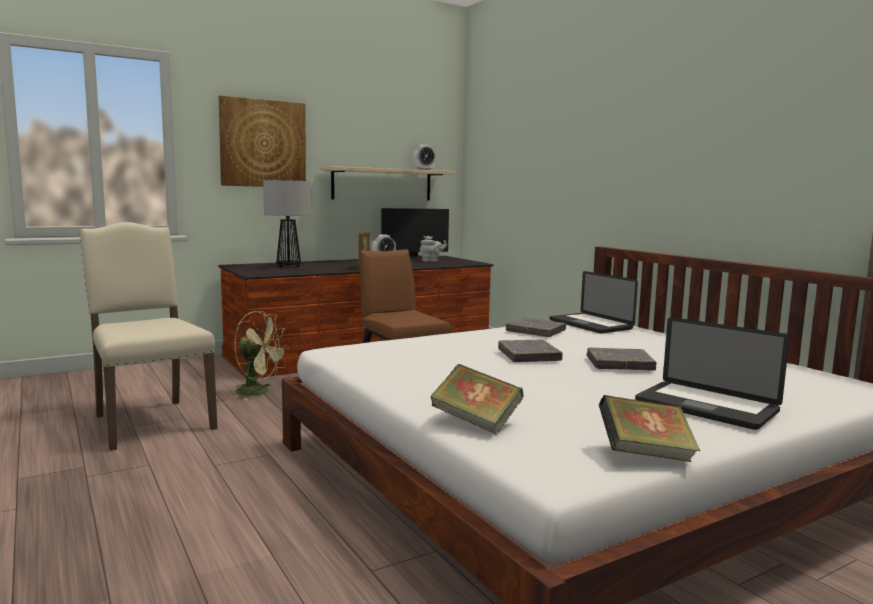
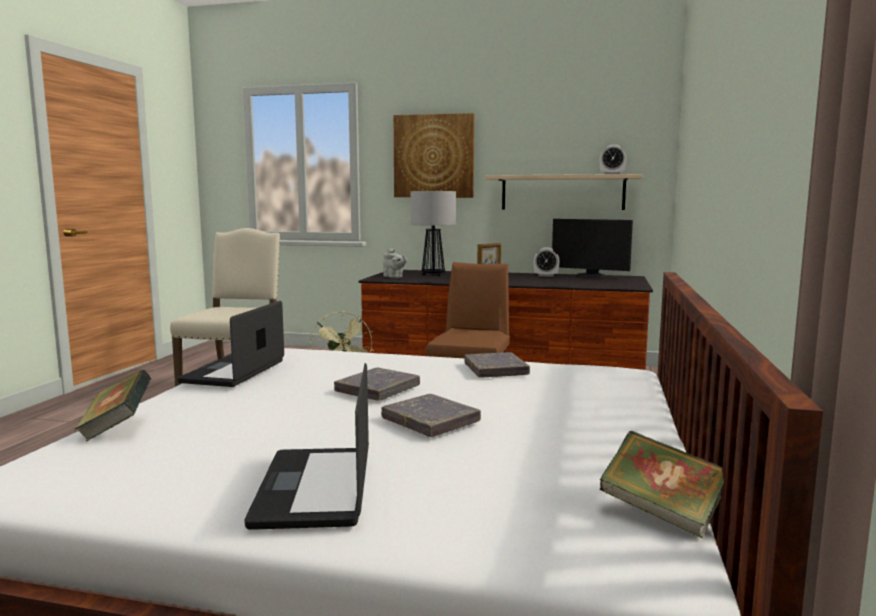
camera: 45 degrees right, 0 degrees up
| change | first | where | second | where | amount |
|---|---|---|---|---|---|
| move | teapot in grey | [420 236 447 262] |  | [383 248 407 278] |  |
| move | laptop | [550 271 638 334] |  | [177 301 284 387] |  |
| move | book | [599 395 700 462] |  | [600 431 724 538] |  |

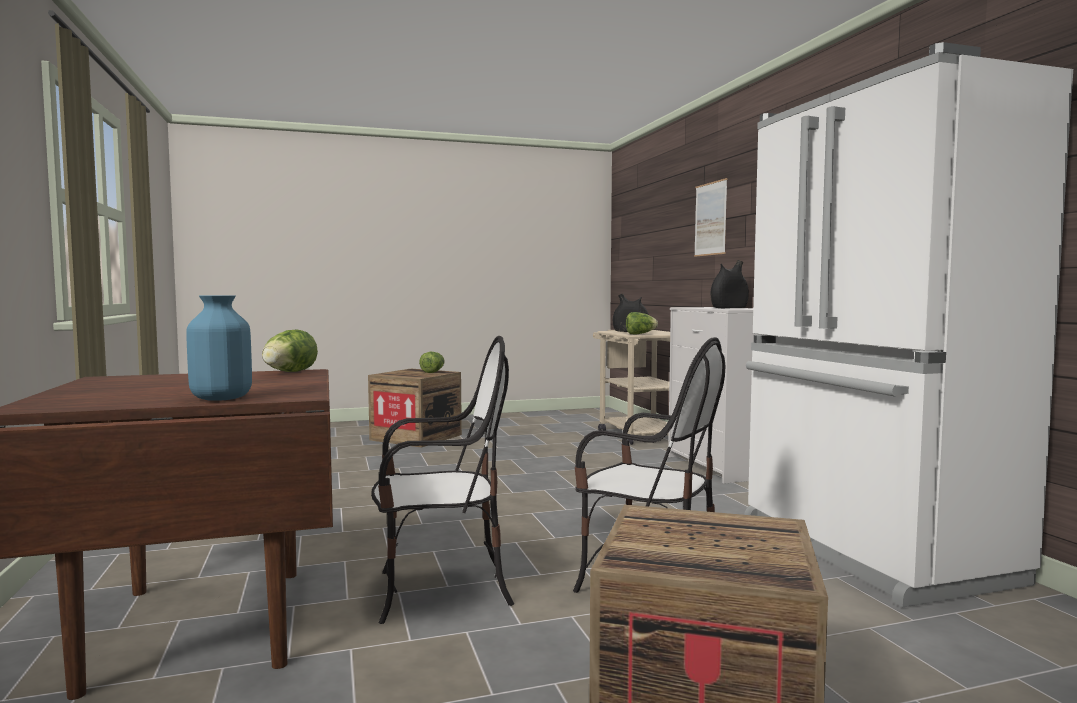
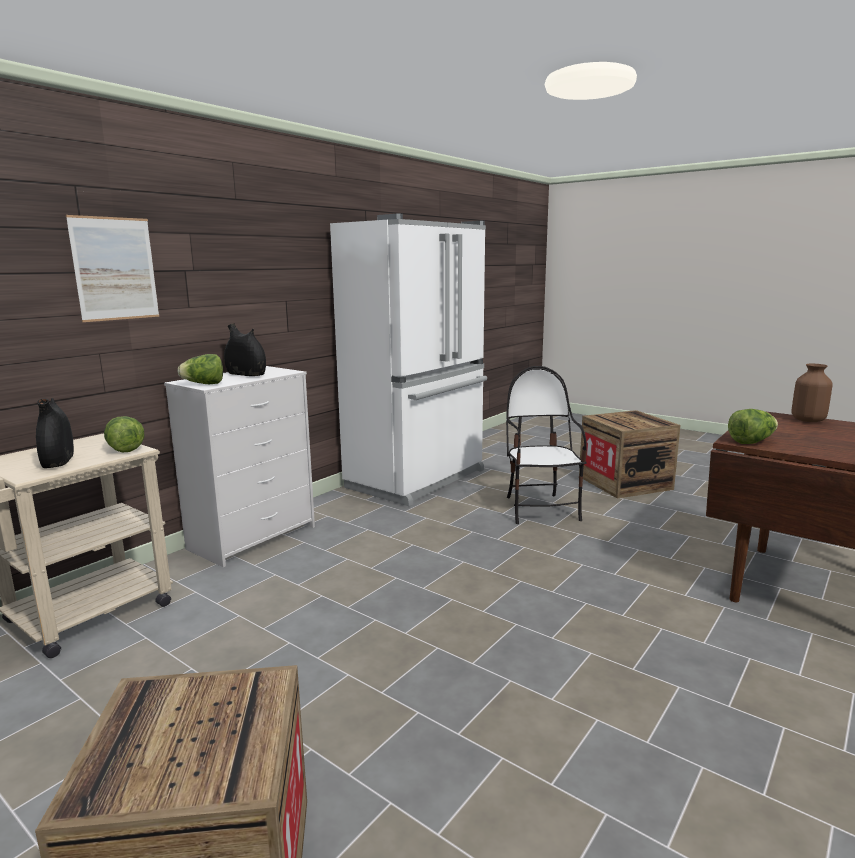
camera: 125 degrees left, 10 degrees up
| change | first | where | second | where | amount |
|---|---|---|---|---|---|
| recolor | vase in blue | [186 295 252 401] | vase in brown | [791 364 833 422] |  |
| delete | chair | [371 336 514 624] |  |  |  |
| move | lettuce | [419 352 445 373] |  | [178 354 223 384] |  |

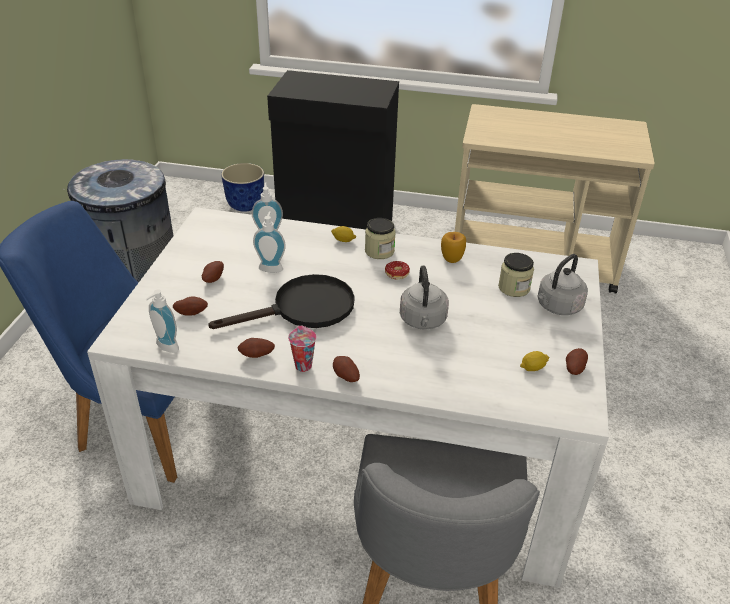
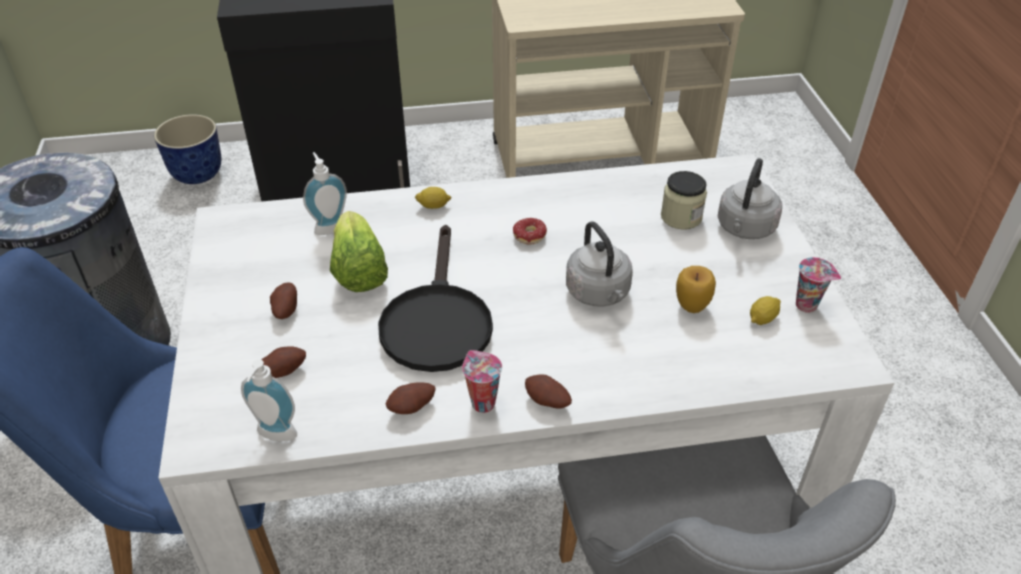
camera: 20 degrees left, 5 degrees up
| change | first | where | second | where | amount |
|---|---|---|---|---|---|
| replace | soap dispenser | [253 211 286 273] | lettuce | [330 211 388 292] |  |
| delete | jar | [365 218 396 259] |  |  |  |
| move | apple | [441 232 466 263] |  | [676 266 716 313] |  |
| rotate | frying pan in black | [208 274 354 329] |  | [378 225 493 372] | 135 degrees clockwise |
| replace | potato | [566 348 588 375] | cup | [796 257 841 313] |  |

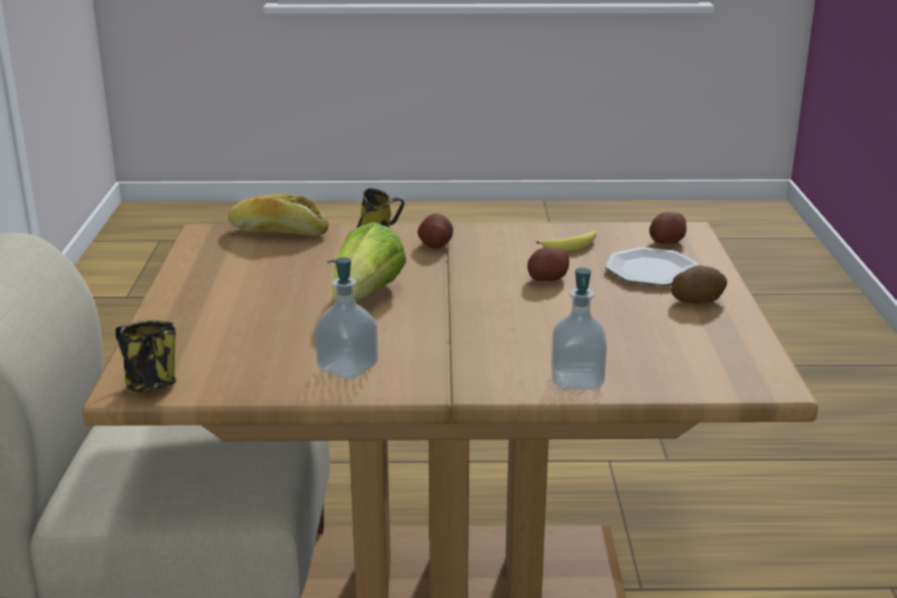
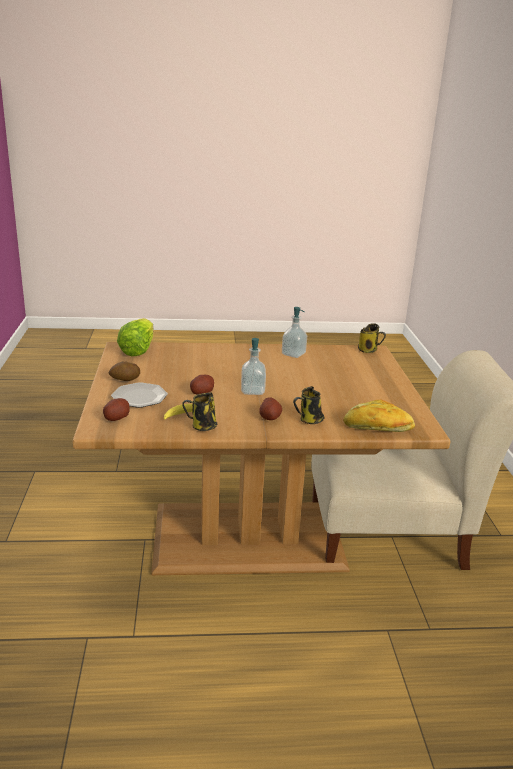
camera: 175 degrees right, 0 degrees up
| change | first | where | second | where | amount |
|---|---|---|---|---|---|
| move | lettuce | [332 222 406 302] |  | [117 318 153 356] |  |
| move | soap dispenser | [552 268 607 390] |  | [241 338 266 395] |  |
| insert |  |  | mug | [182 392 217 431] |  |

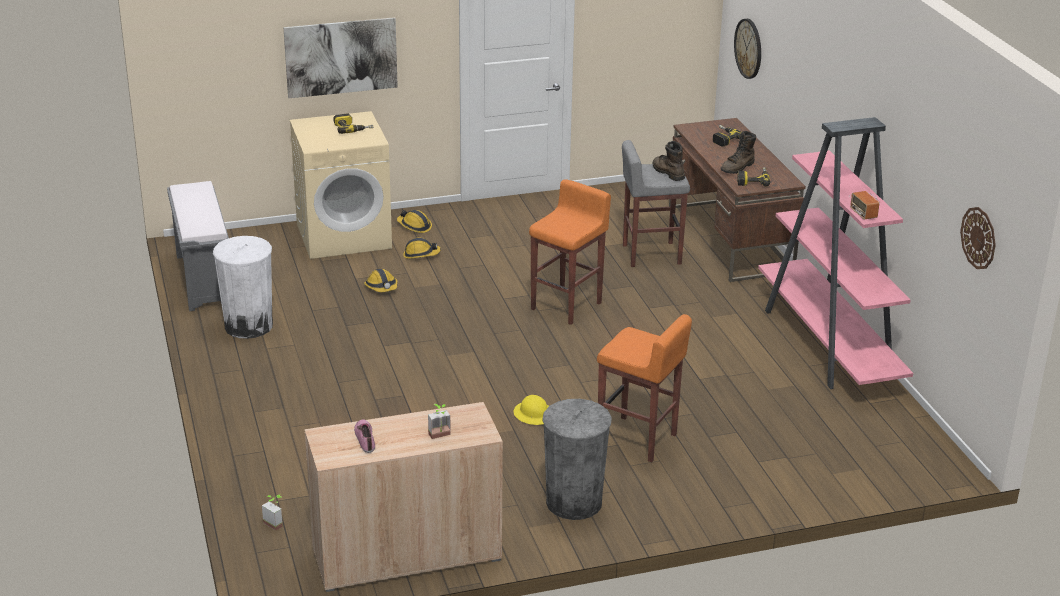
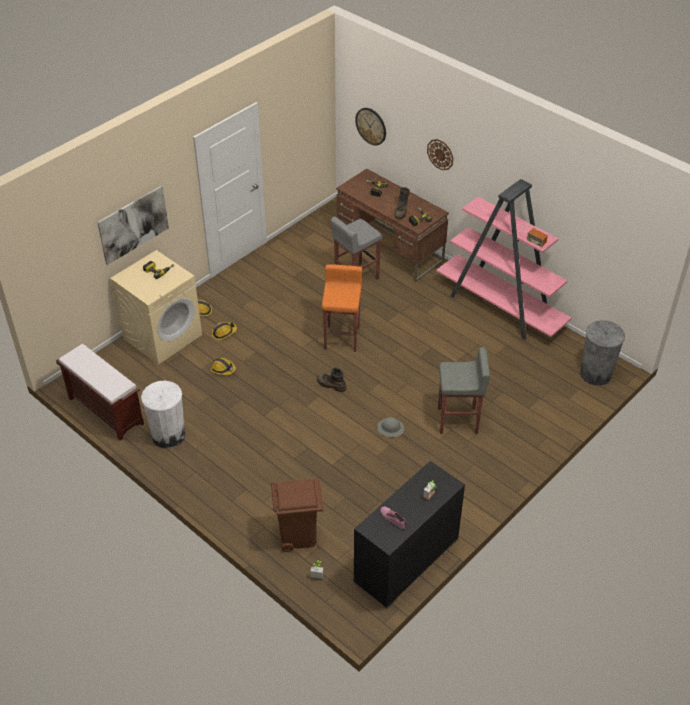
camera: 30 degrees left, 15 degrees up
| change | first | where | second | where | amount |
|---|---|---|---|---|---|
| move | boot in brown | [653 141 685 181] |  | [317 368 346 392] |  |
| recolor | bench in grey | [167 181 229 311] | bench in brown | [56 344 144 441] |  |
| move | wall clock | [960 207 996 269] |  | [427 139 453 170] |  |
| recolor | stool in orange | [597 314 692 462] | stool in grey | [438 347 490 434] |  |
| recolor | hard hat in yellow | [513 395 549 425] | hard hat in grey | [377 417 404 437] |  |
| move | trash can in grey | [542 399 612 520] |  | [580 320 625 386] |  |
| recolor | cabinet in beige | [305 402 503 592] | cabinet in black | [354 461 465 608] |  |
| insert |  |  | trash can in brown | [271 478 324 552] |  |

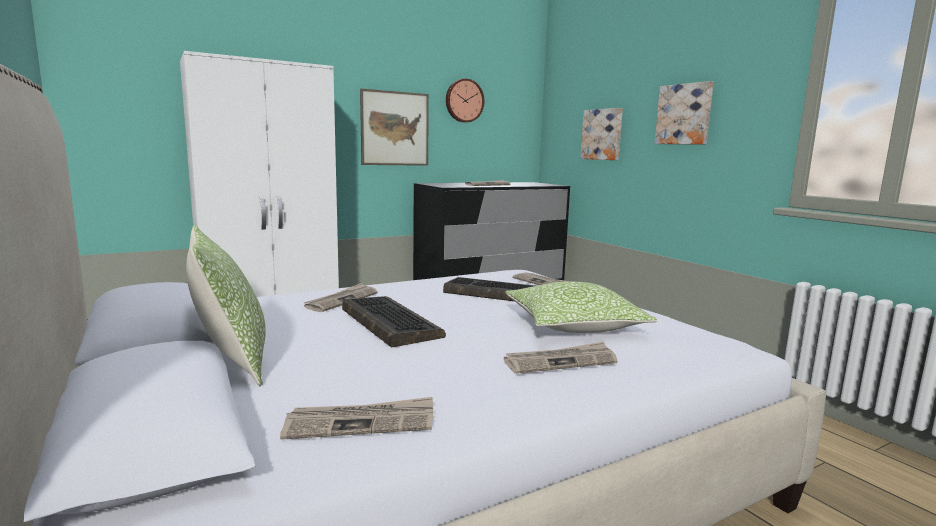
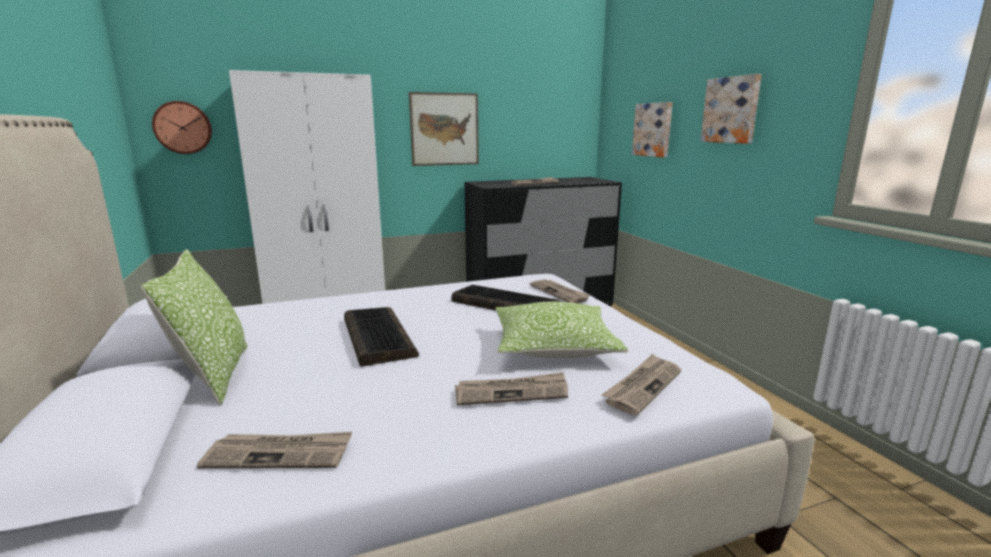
camera: 10 degrees right, 5 degrees up
| change | first | where | second | where | amount |
|---|---|---|---|---|---|
| move | wall clock | [446 79 484 123] |  | [152 101 212 154] |  |
| move | newspaper | [304 283 378 312] |  | [602 354 681 415] |  |

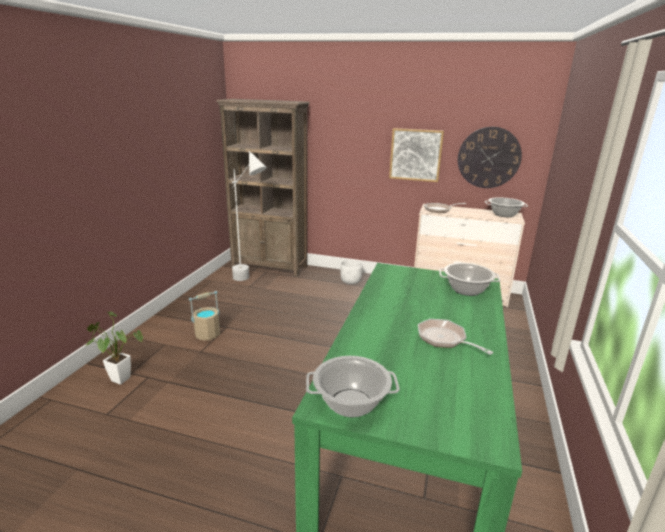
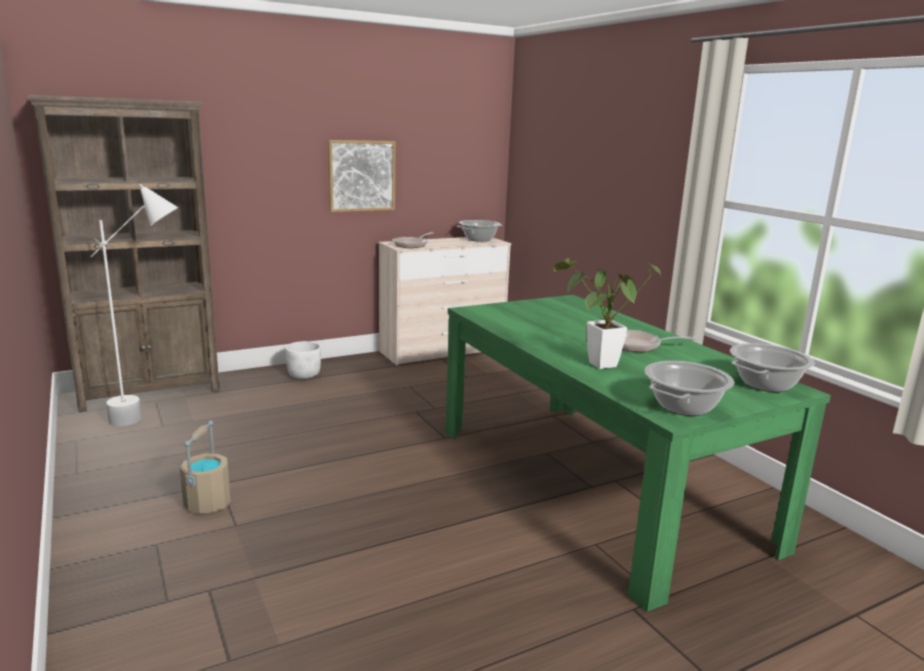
camera: 45 degrees left, 5 degrees down
| change | first | where | second | where | amount |
|---|---|---|---|---|---|
| delete | wall clock | [458 127 522 188] |  |  |  |
| move | cooking pot | [439 263 501 296] |  | [730 343 814 392] |  |
| move | potted plant | [85 311 143 384] |  | [553 258 661 369] |  |

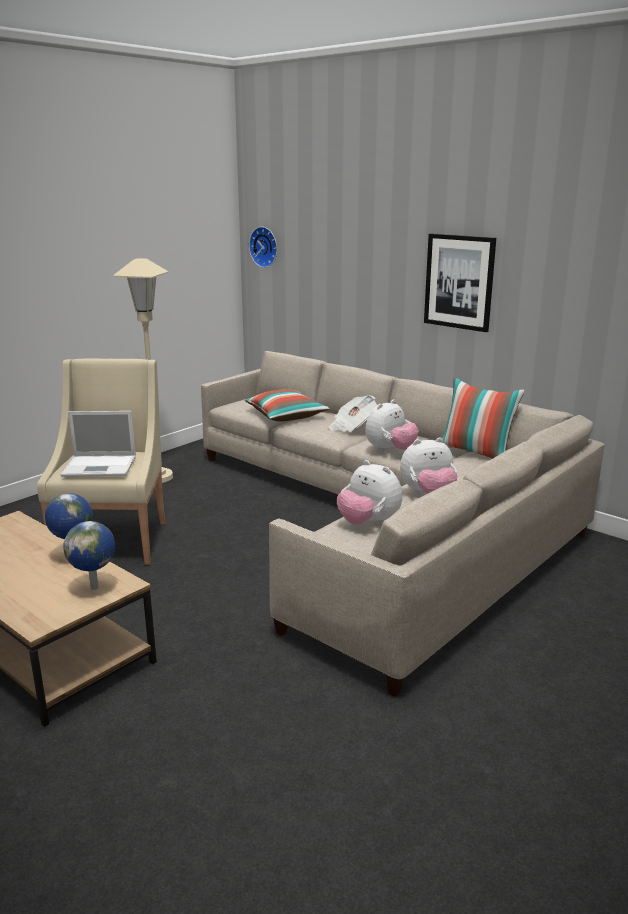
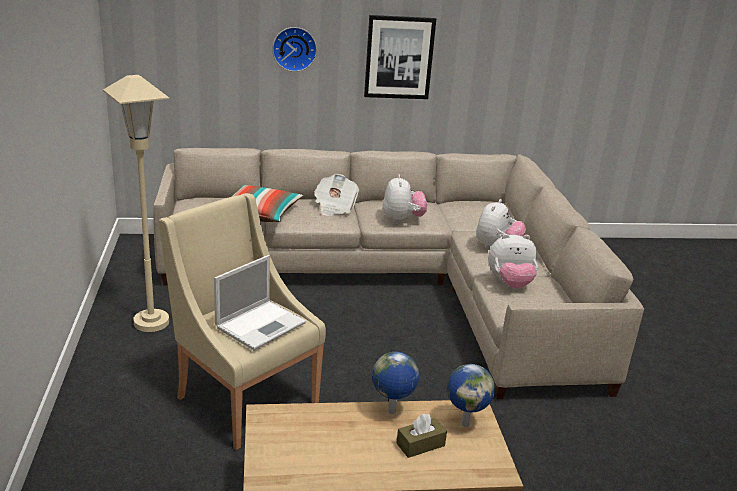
camera: 50 degrees left, 5 degrees up
| change | first | where | second | where | amount |
|---|---|---|---|---|---|
| move | wall clock | [249 227 277 268] |  | [272 27 317 72] |  |
| delete | pillow | [442 377 525 459] |  |  |  |
| insert |  |  | tissue box in brown | [396 414 447 458] |  |

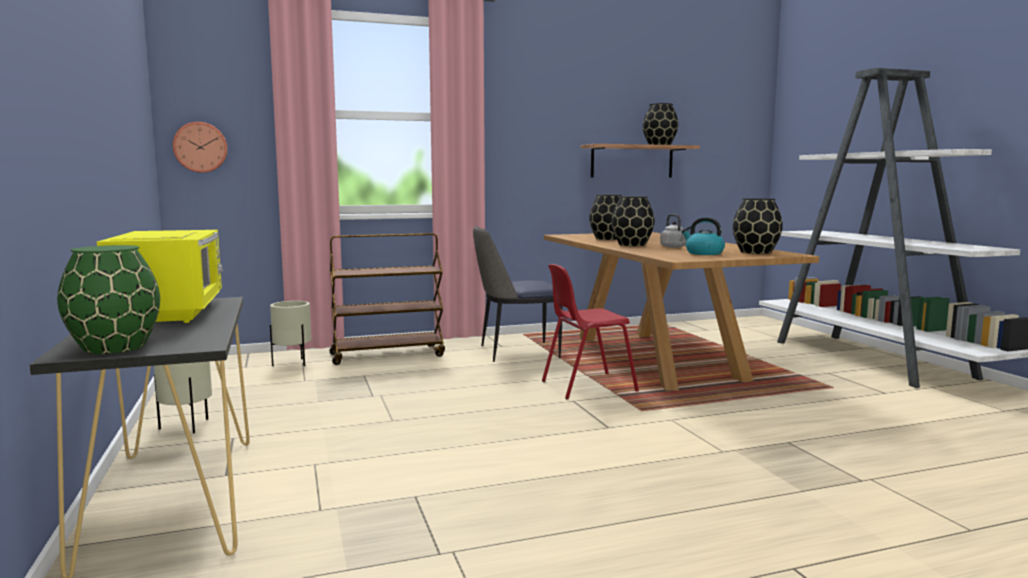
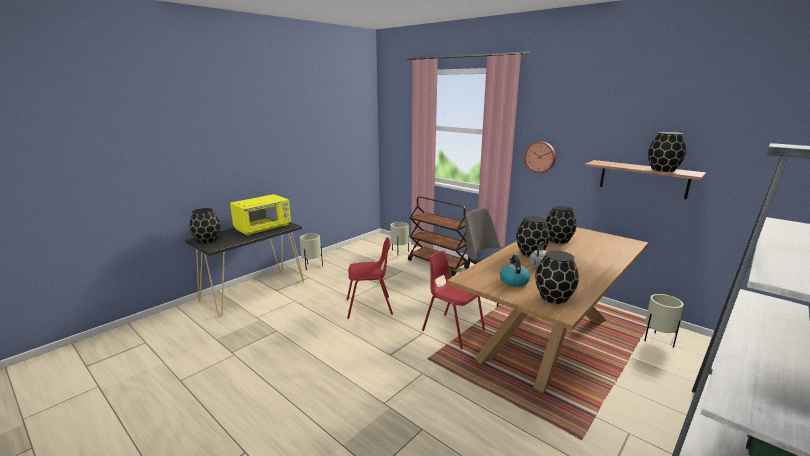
camera: 60 degrees right, 10 degrees up
| change | first | where | second | where | amount |
|---|---|---|---|---|---|
| move | wall clock | [173 122 228 173] |  | [525 141 556 173] |  |
| recolor | vase in green | [57 245 160 354] | vase in black | [190 208 220 244] |  |
| insert |  |  | chair in red | [347 237 393 319] |  |
| insert |  |  | planter in beige | [644 294 684 348] |  |

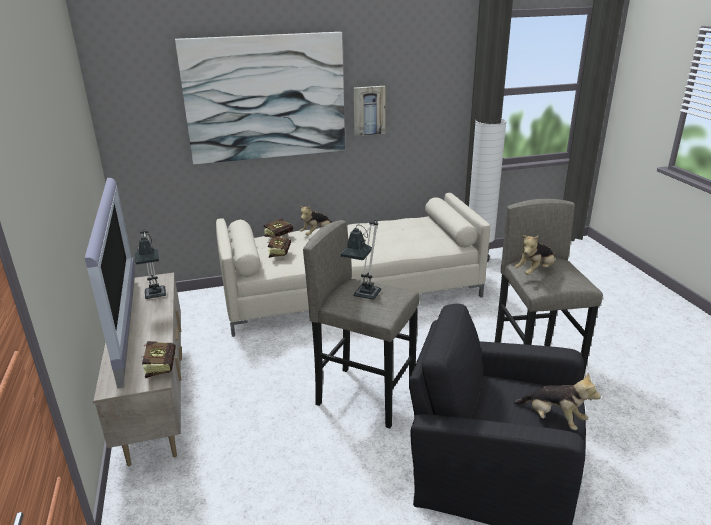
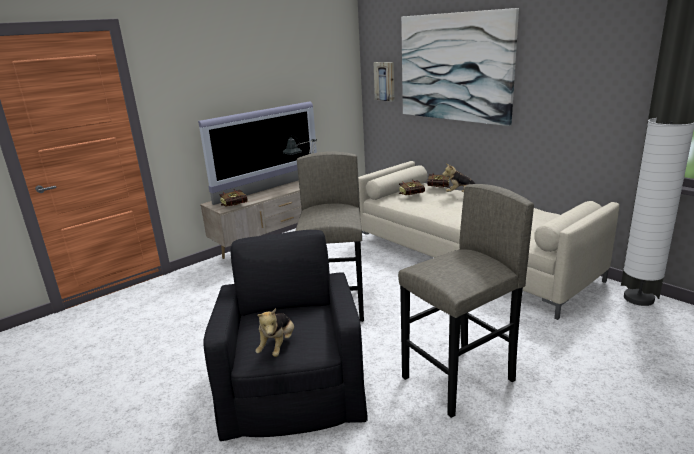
camera: 65 degrees right, 5 degrees down
| change | first | where | second | where | amount |
|---|---|---|---|---|---|
| move | picture | [354 86 386 136] |  | [373 62 395 102] |  |
| delete | table lamp | [340 220 381 300] |  |  |  |
| delete | plush toy | [514 235 555 275] |  |  |  |

